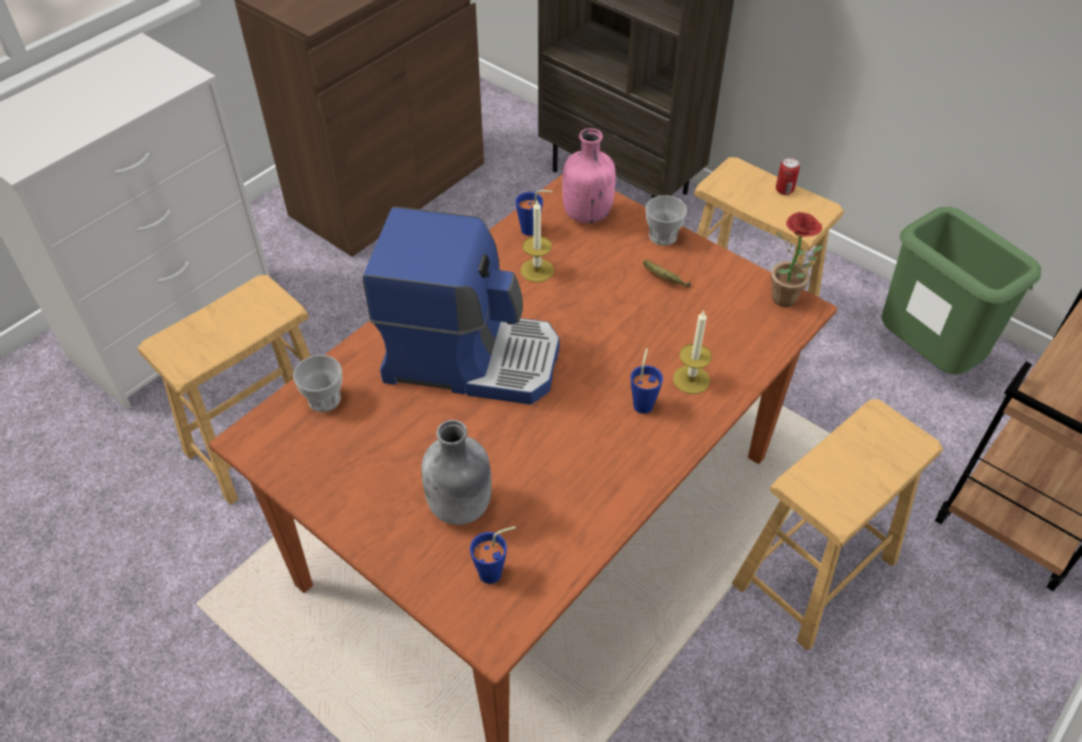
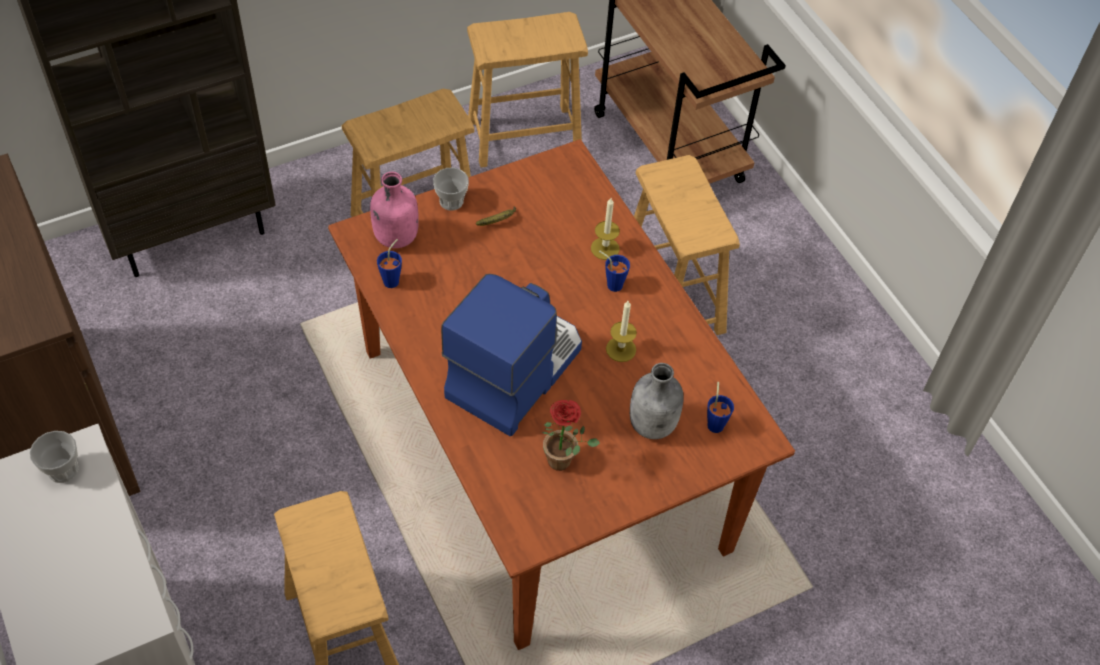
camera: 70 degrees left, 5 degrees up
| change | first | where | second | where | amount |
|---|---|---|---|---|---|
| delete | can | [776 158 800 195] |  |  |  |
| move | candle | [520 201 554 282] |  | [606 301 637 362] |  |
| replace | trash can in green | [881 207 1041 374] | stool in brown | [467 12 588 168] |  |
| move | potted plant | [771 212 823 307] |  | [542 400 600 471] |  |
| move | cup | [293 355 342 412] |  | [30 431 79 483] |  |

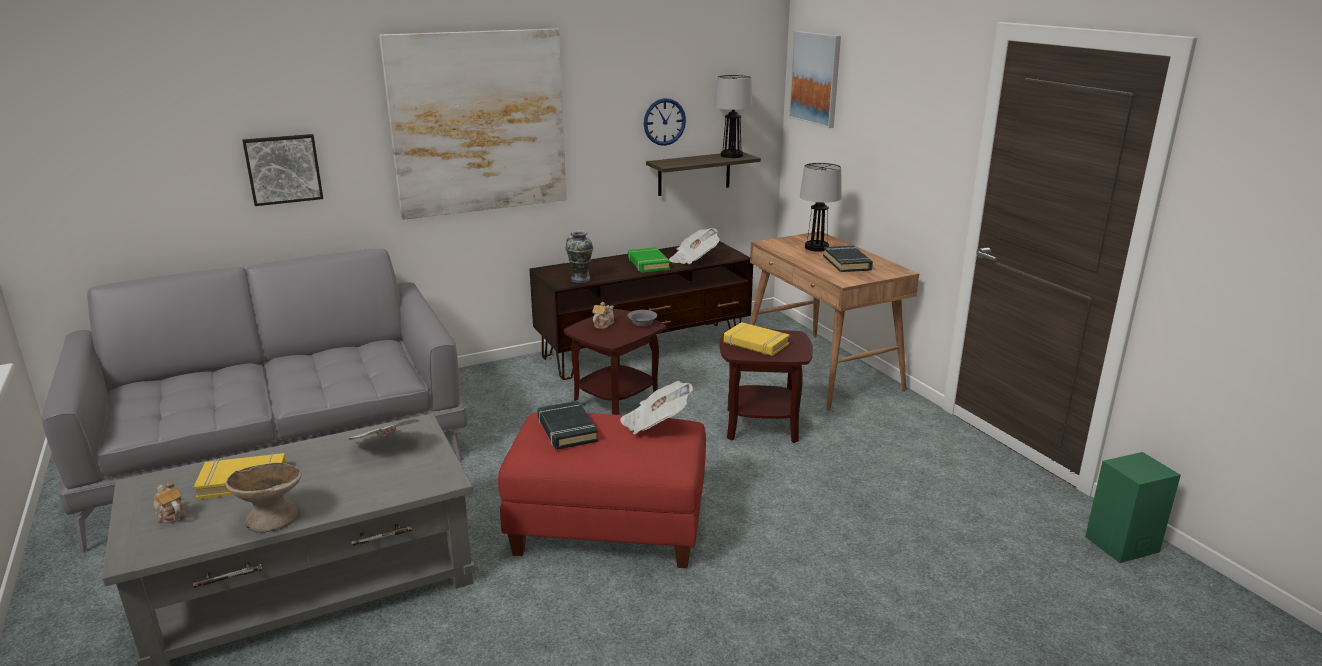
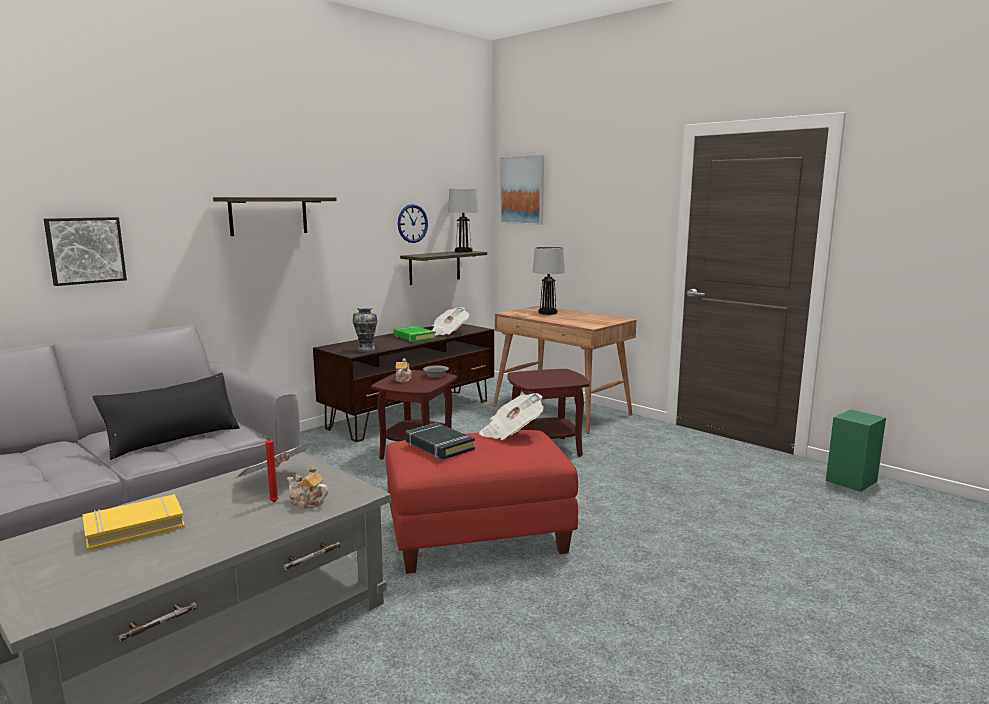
camera: 20 degrees left, 10 degrees down
| change | first | where | second | where | amount |
|---|---|---|---|---|---|
| replace | picture | [379 29 567 220] | shelf | [213 197 337 236] |  |
| delete | book in black | [823 246 873 272] |  |  |  |
| delete | book in yellow | [724 322 790 356] |  |  |  |
| delete | bowl in beige | [226 463 302 532] |  |  |  |
| move | teapot | [154 481 186 523] |  | [287 466 329 509] |  |
| insert |  |  | pillow in black | [92 373 240 460] |  |
| insert |  |  | candle in red | [262 436 278 502] |  |

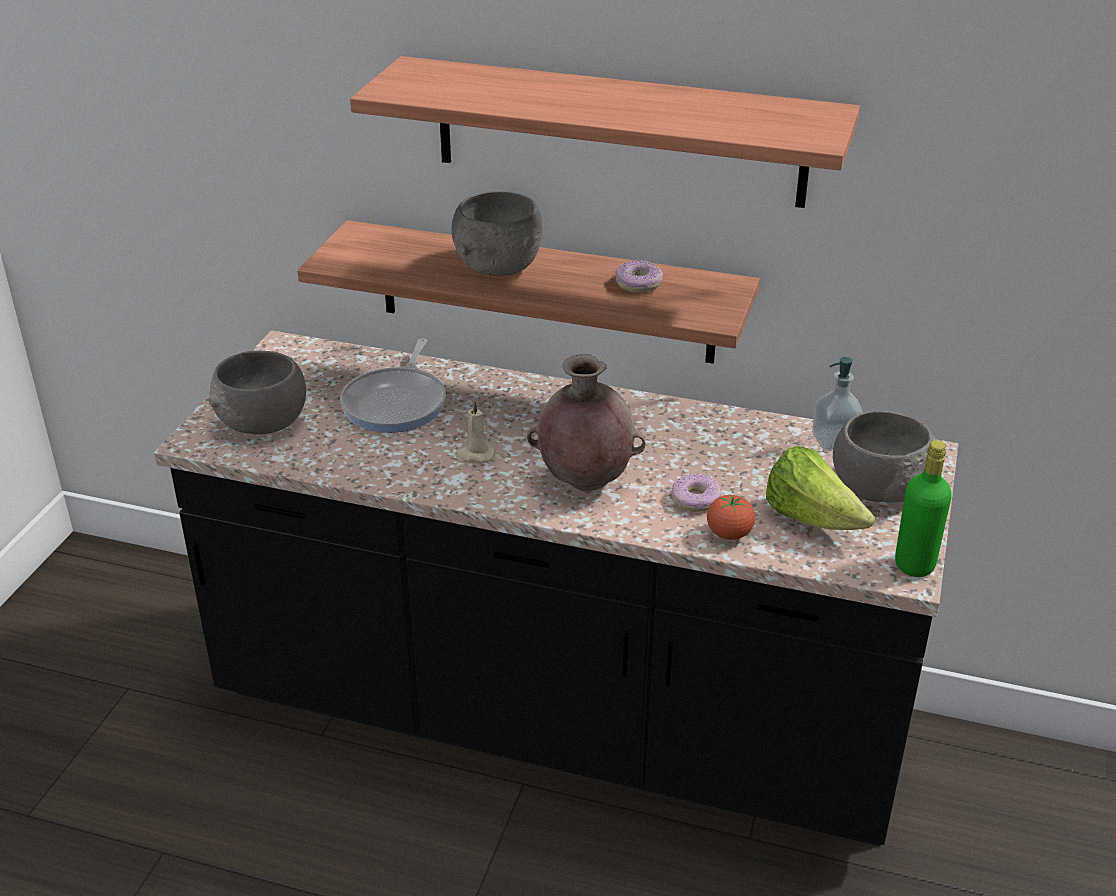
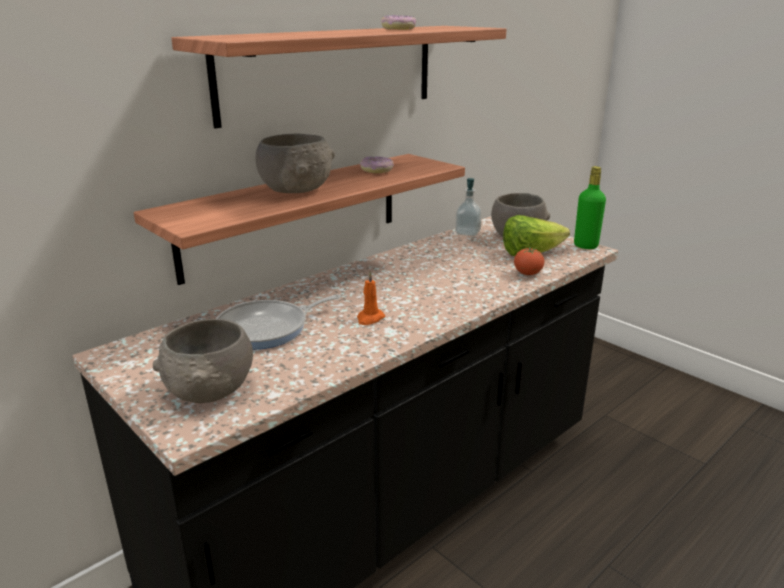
camera: 60 degrees left, 10 degrees down
| change | first | where | second | where | amount |
|---|---|---|---|---|---|
| rotate | frying pan | [340 338 446 433] |  | [216 294 341 349] | 105 degrees clockwise |
| delete | vase in brown | [527 354 646 491] |  |  |  |
| recolor | candle in beige | [455 400 495 463] | candle in orange | [357 272 385 325] |  |
| move | donut | [671 474 721 512] |  | [381 15 416 30] |  |

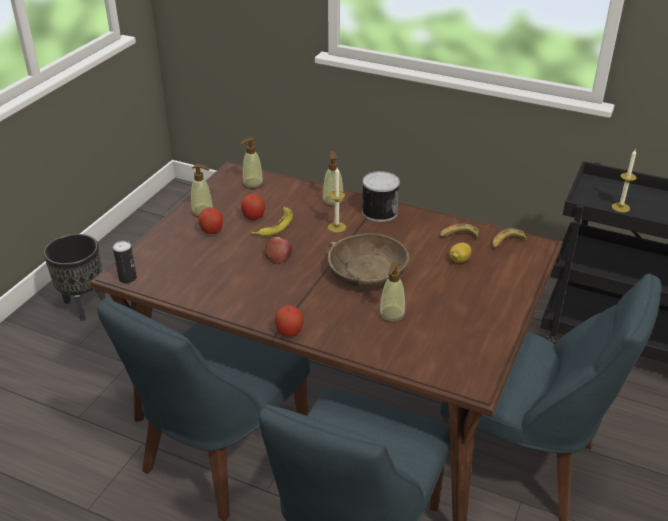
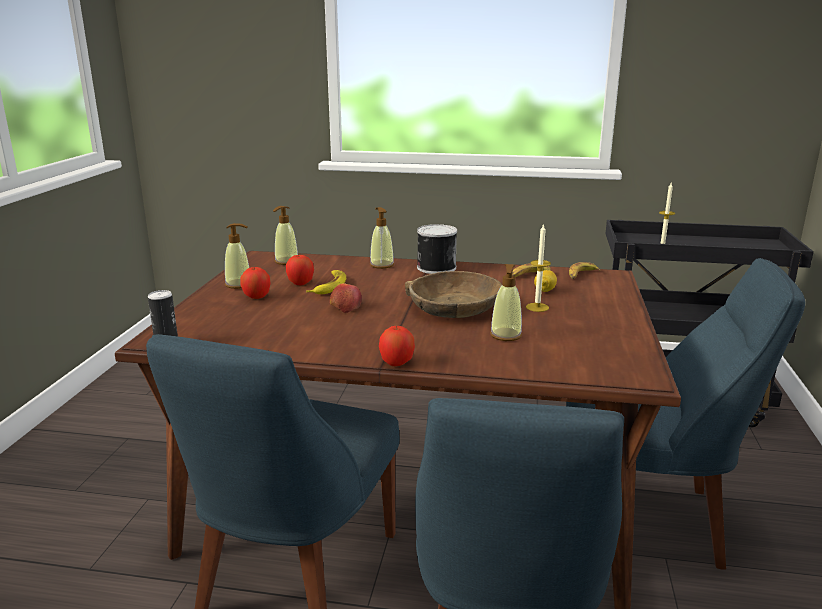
camera: 15 degrees left, 15 degrees down
| change | first | where | second | where | amount |
|---|---|---|---|---|---|
| move | candle | [328 168 346 233] |  | [526 223 551 312] |  |
| delete | planter in black | [44 234 106 321] |  |  |  |

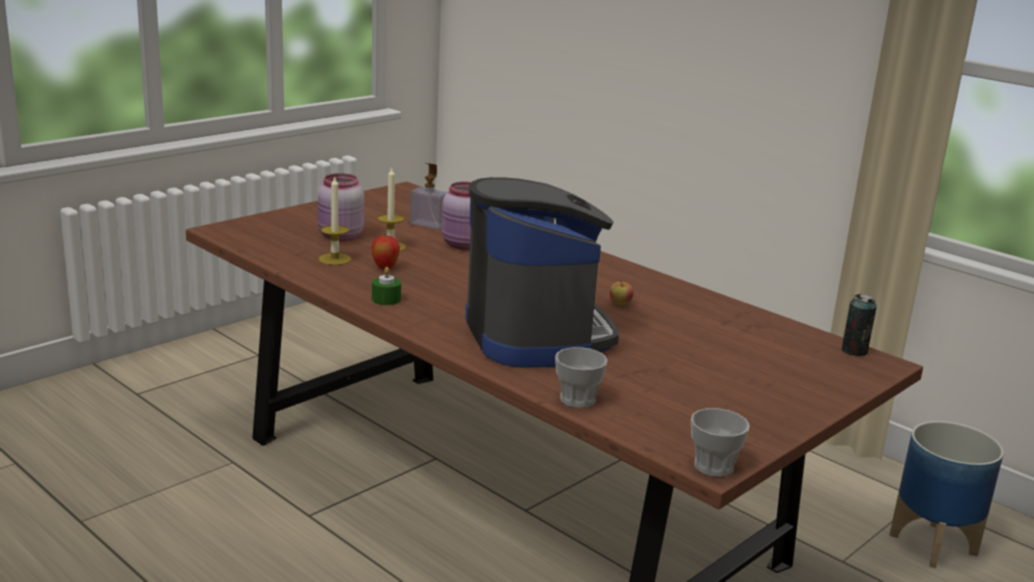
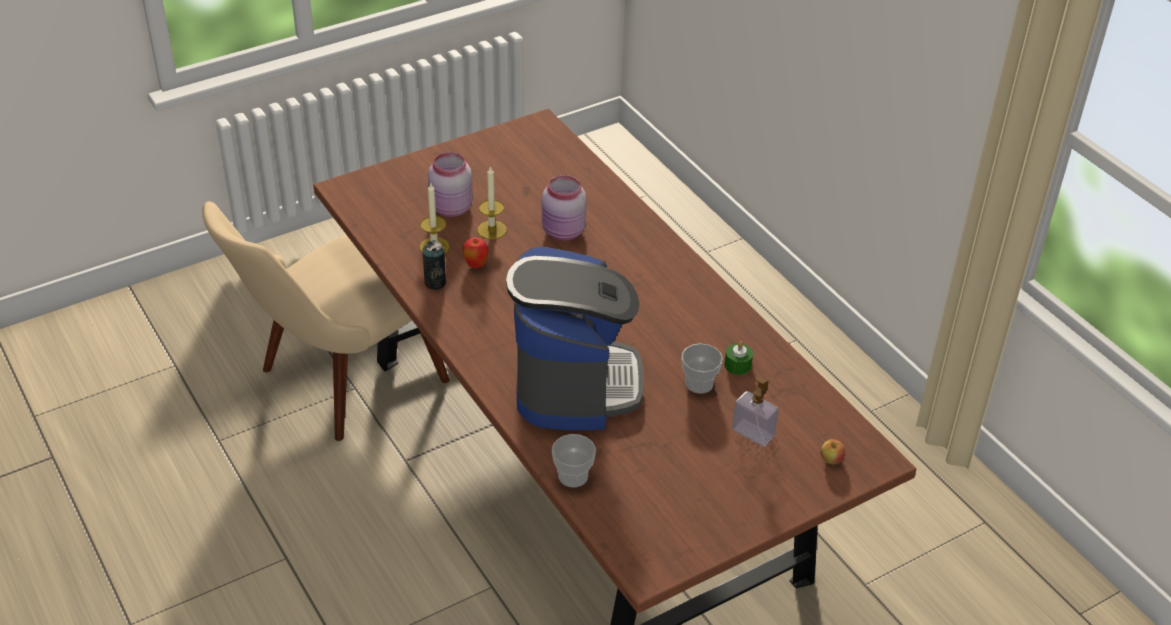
camera: 15 degrees right, 20 degrees up
| change | first | where | second | where | amount |
|---|---|---|---|---|---|
| move | soap dispenser | [410 163 447 229] |  | [732 376 779 446] |  |
| move | candle in green | [372 267 401 305] |  | [724 341 753 375] |  |
| move | apple | [610 280 634 305] |  | [821 439 845 464] |  |
| move | can | [841 294 877 356] |  | [423 240 446 290] |  |
| move | cup | [691 408 750 477] |  | [681 344 723 394] |  |
| delete | planter | [889 421 1004 568] |  |  |  |
| insert |  |  | chair in beige | [202 202 450 441] |  |

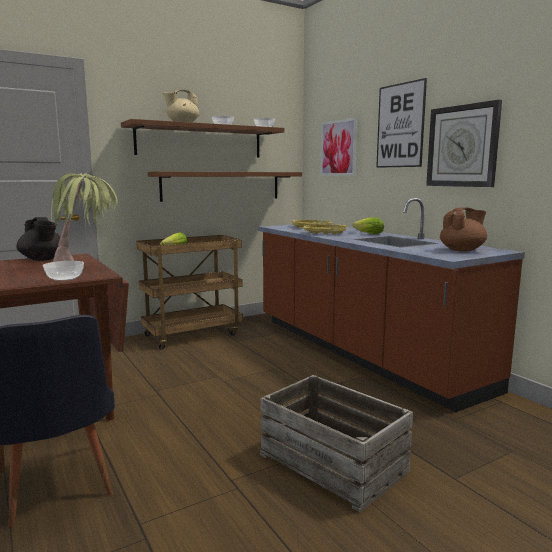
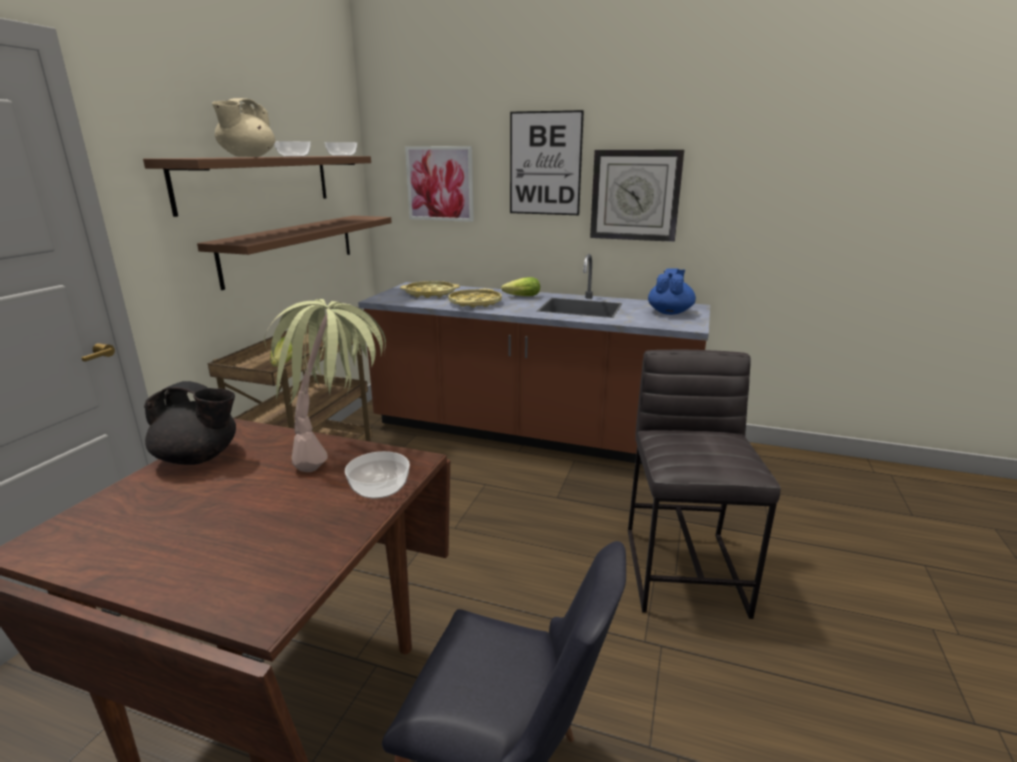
camera: 40 degrees left, 10 degrees up
| change | first | where | second | where | amount |
|---|---|---|---|---|---|
| recolor | teapot in brown | [440 207 487 251] | teapot in blue | [648 268 696 315] |  |
| replace | crate | [260 375 413 512] | stool in grey | [628 350 781 619] |  |

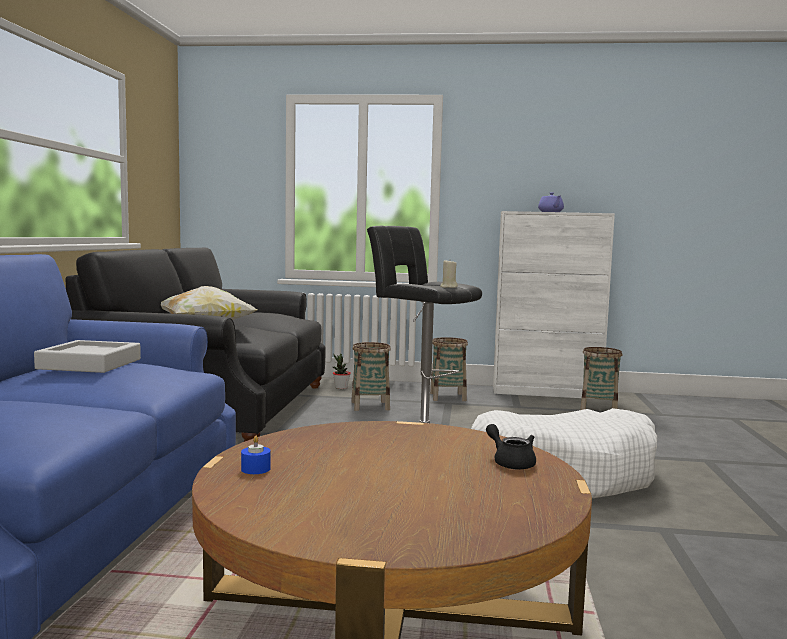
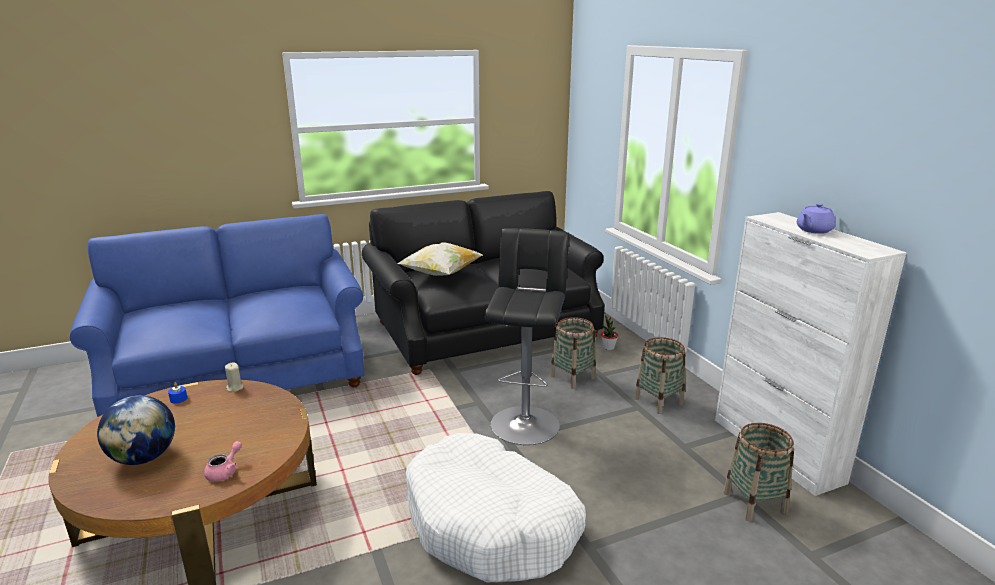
camera: 60 degrees right, 15 degrees up
| change | first | where | second | where | amount |
|---|---|---|---|---|---|
| move | candle in beige | [440 260 458 288] |  | [225 362 243 392] |  |
| delete | tray in grey | [34 340 141 373] |  |  |  |
| recolor | teapot in black | [486 424 536 470] | teapot in pink | [204 441 242 482] |  |
| insert |  |  | globe | [97 395 175 465] |  |

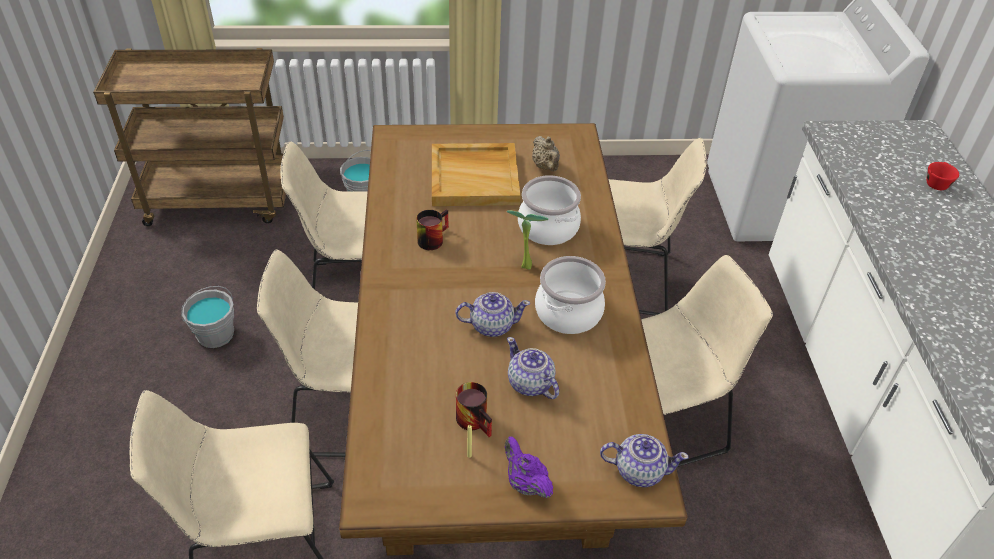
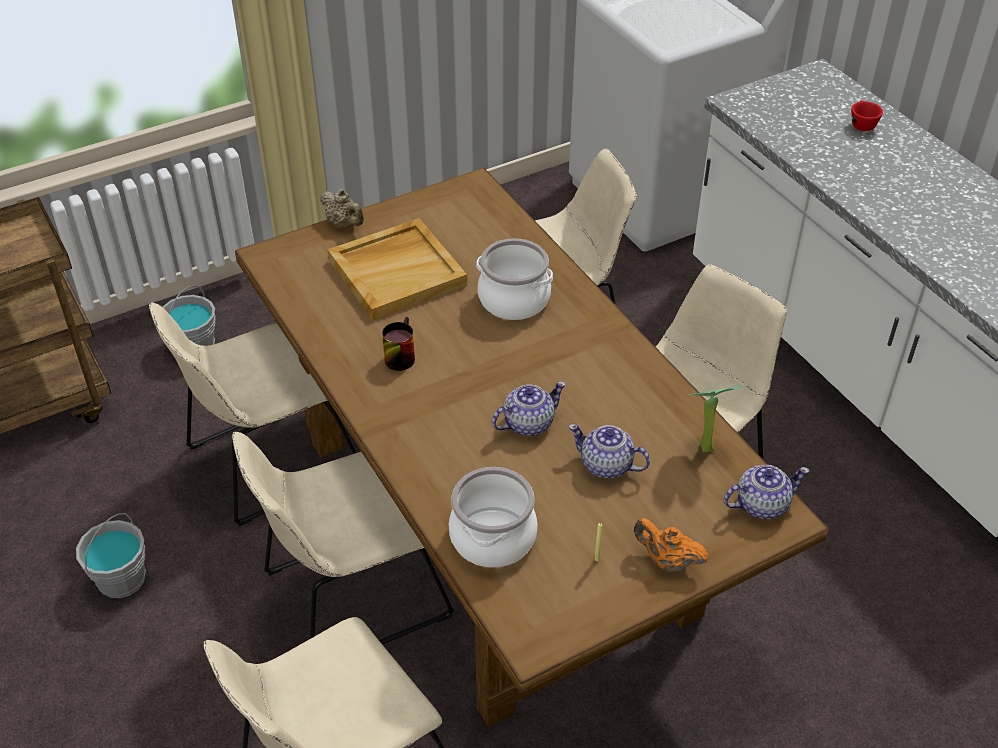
camera: 25 degrees left, 0 degrees up
| change | first | where | second | where | amount |
|---|---|---|---|---|---|
| move | teapot in beige | [532 136 560 171] |  | [320 189 364 228] |  |
| move | potted plant | [507 210 549 270] |  | [688 386 742 452] |  |
| move | cooking pot | [535 256 606 334] |  | [449 467 538 568] |  |
| delete | mug | [456 382 492 437] |  |  |  |
| recolor | teapot in purple | [504 436 553 498] | teapot in orange | [634 518 708 572] |  |

